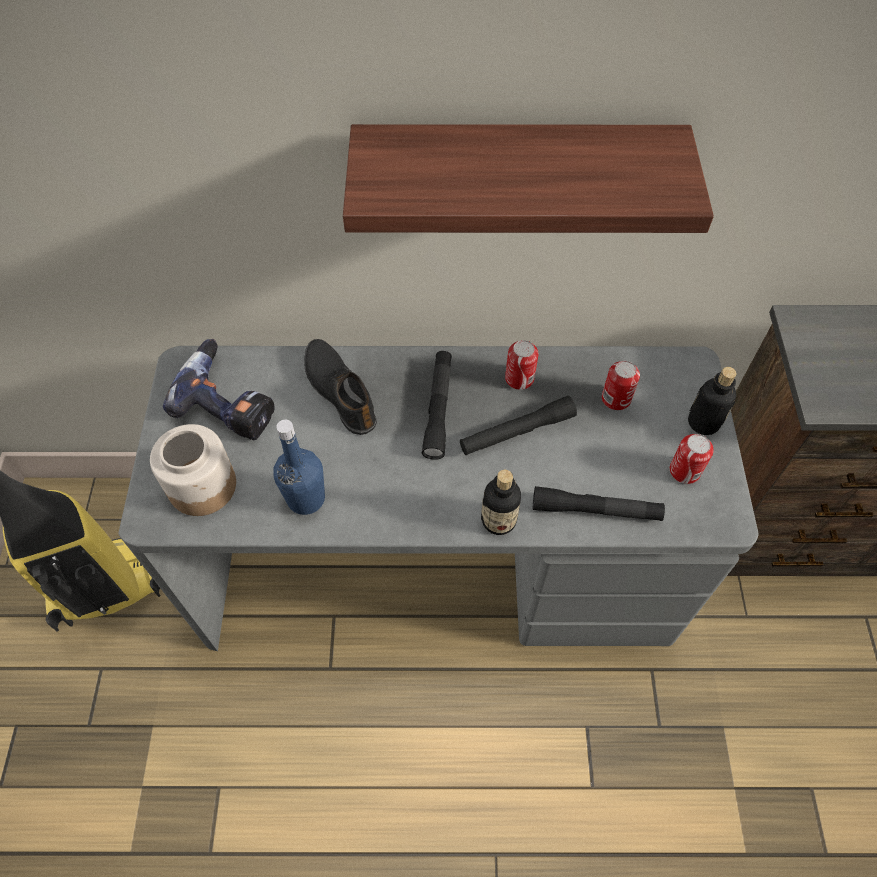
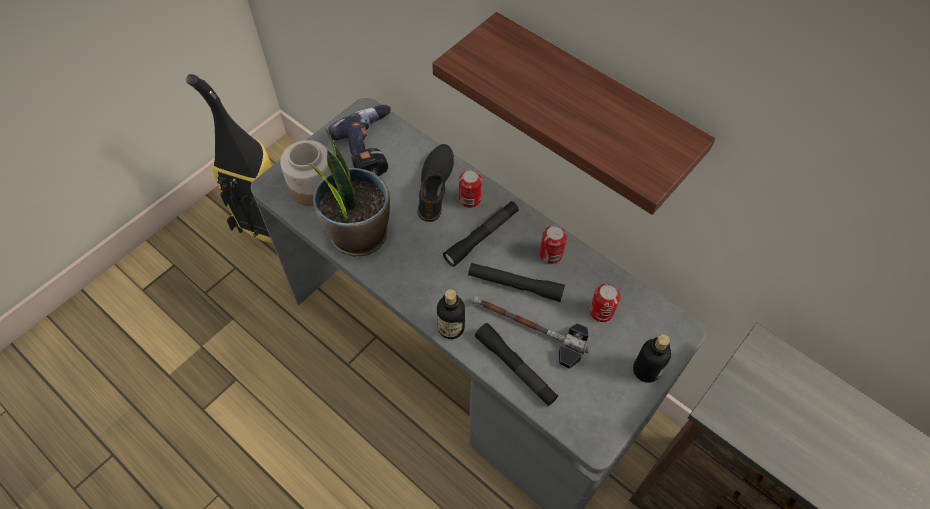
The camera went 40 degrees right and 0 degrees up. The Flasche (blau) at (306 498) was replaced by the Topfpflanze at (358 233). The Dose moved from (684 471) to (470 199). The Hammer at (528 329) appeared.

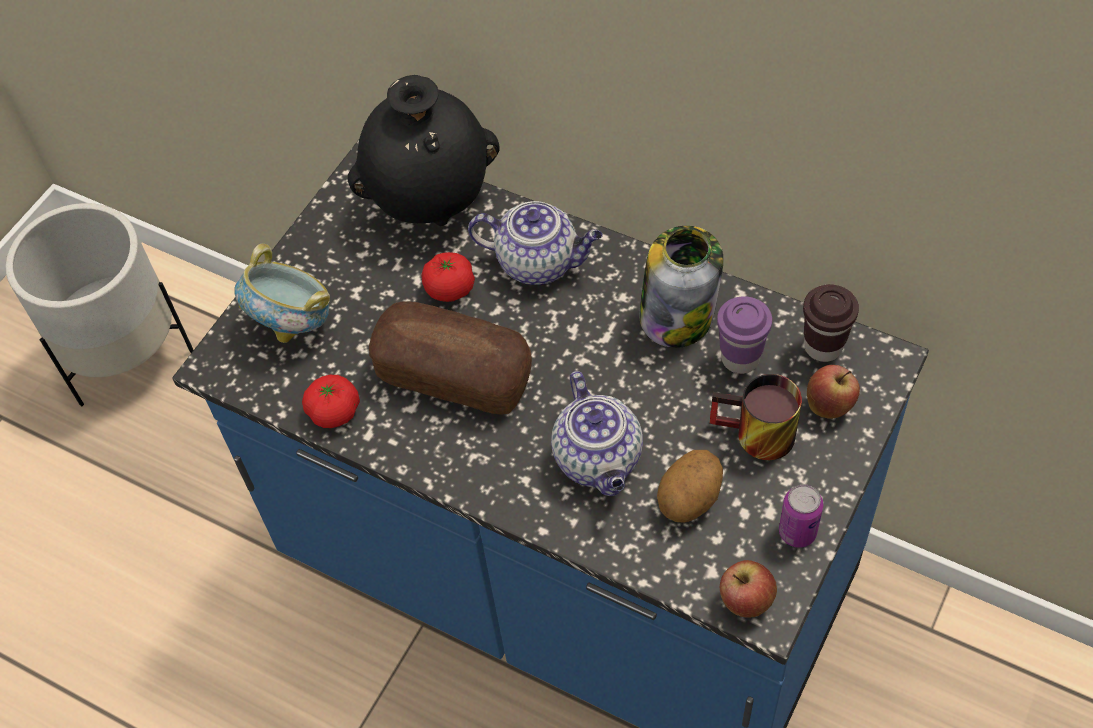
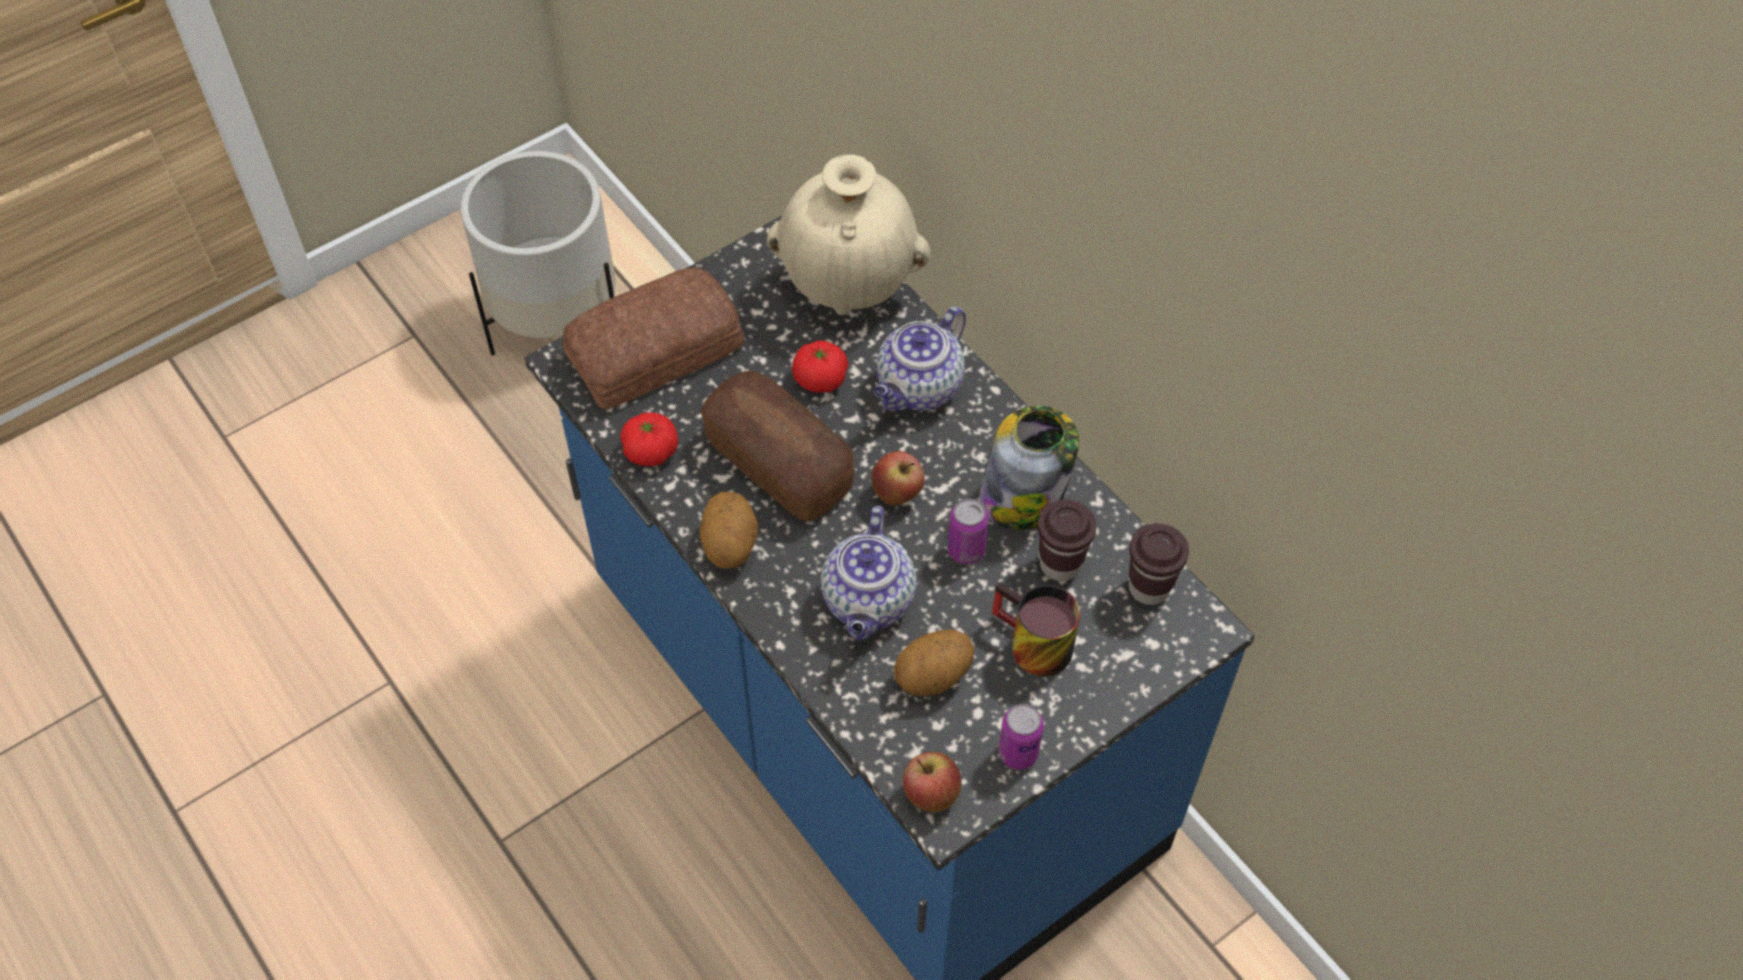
The camera went 20 degrees right and 0 degrees up. The Schüssel at (293 323) was replaced by the Brot at (658 352). The Kartoffel at (731 545) appeared. The Vase (schwarz) at (432 202) became the Vase (beige) at (849 288). The Apfel moved from (829 406) to (897 494). The Teekanne at (539 262) turned 90 degrees clockwise. The Dose at (966 550) appeared. The Tasse (lila) at (740 358) became the Tasse (braun) at (1060 564).

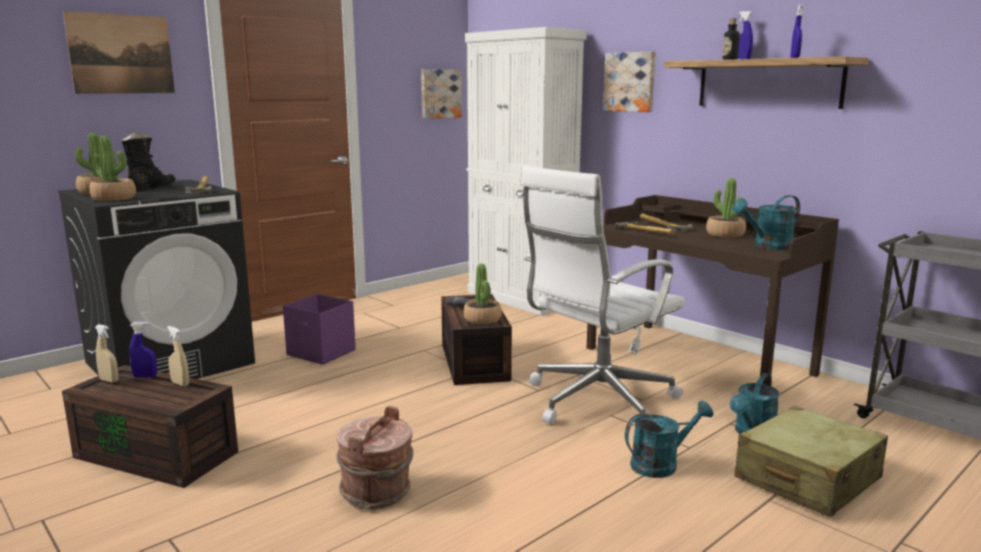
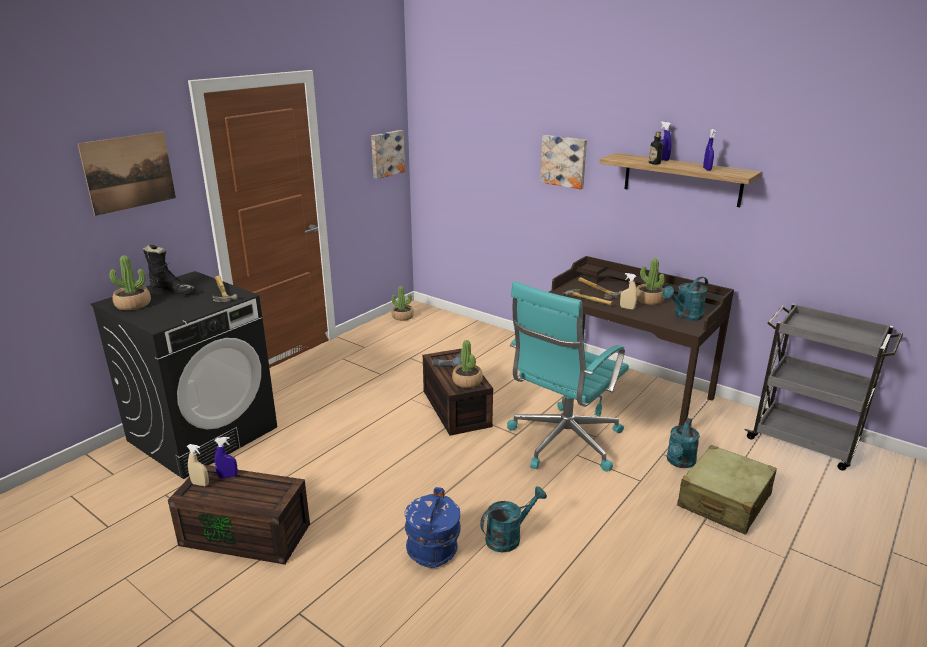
The camera went 10 degrees left and 10 degrees up. The Stiefel (schwarz) at (151 187) turned 105 degrees clockwise. The Topfpflanze moved from (114 198) to (402 317). The Eimer (braun) at (377 492) became the Eimer (blau) at (433 550). The Gießkanne (türkis) moved from (661 464) to (508 537). The Bürostuhl (weiß) at (596 402) became the Bürostuhl (türkis) at (562 442). The Sprühflasche (beige) moved from (180 383) to (627 308). The Aufbewahrungsbox (lila) at (321 353) disappeared. The Schrank (weiß) at (521 298) disappeared.

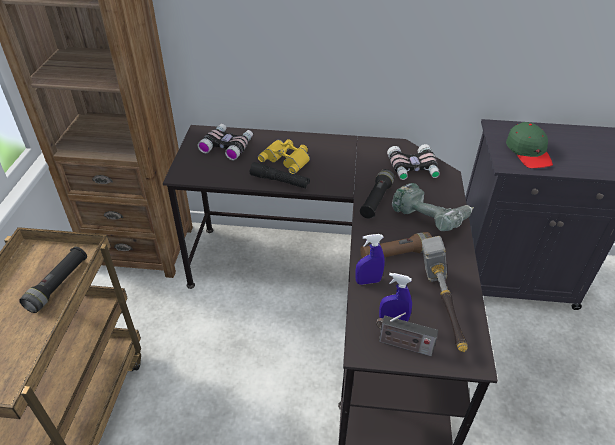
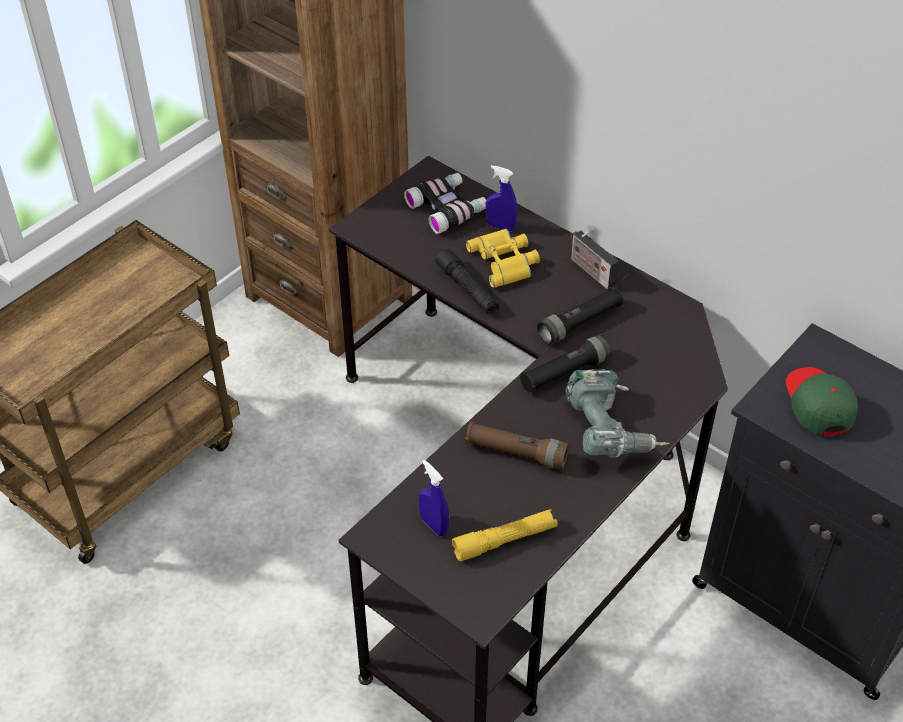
The camera went 35 degrees right and 5 degrees up. The Hammer at (441 307) was replaced by the Taschenlampe (gelb) at (505 540). The Sprühflasche (blau) moved from (368 281) to (500 226). The Taschenlampe (schwarz) moved from (58 285) to (580 323). The Radio moved from (402 345) to (590 271). The Kappe (grün) at (528 152) turned 150 degrees clockwise. The Fernglas at (413 169) disappeared.

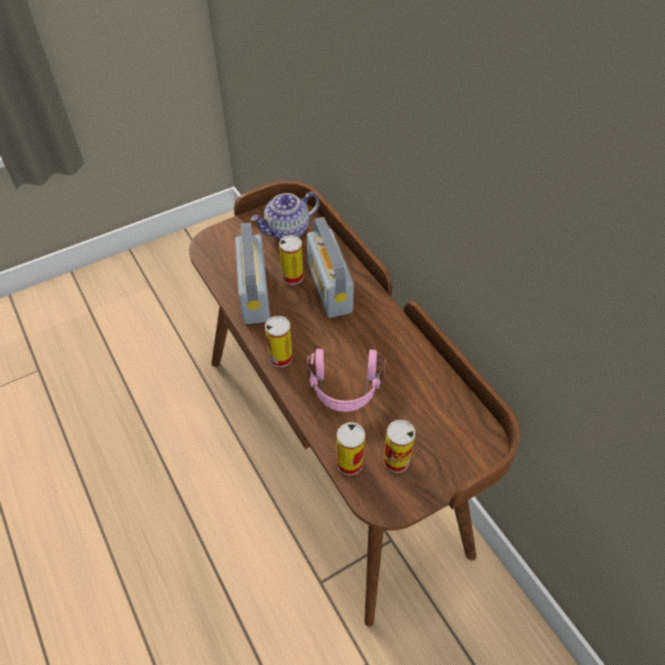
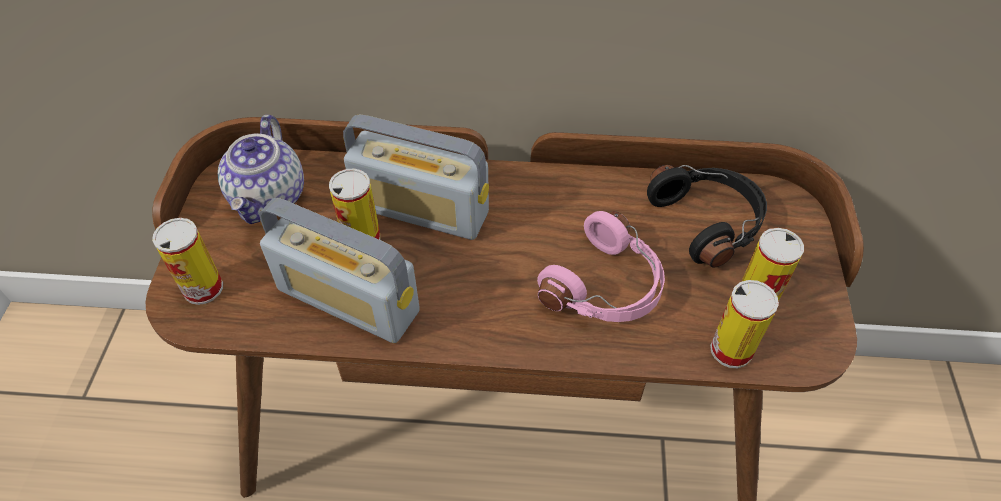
The camera went 55 degrees left and 0 degrees up. The Dose moved from (280 357) to (203 288). The Kopfhörer (schwarz) at (708 222) appeared.

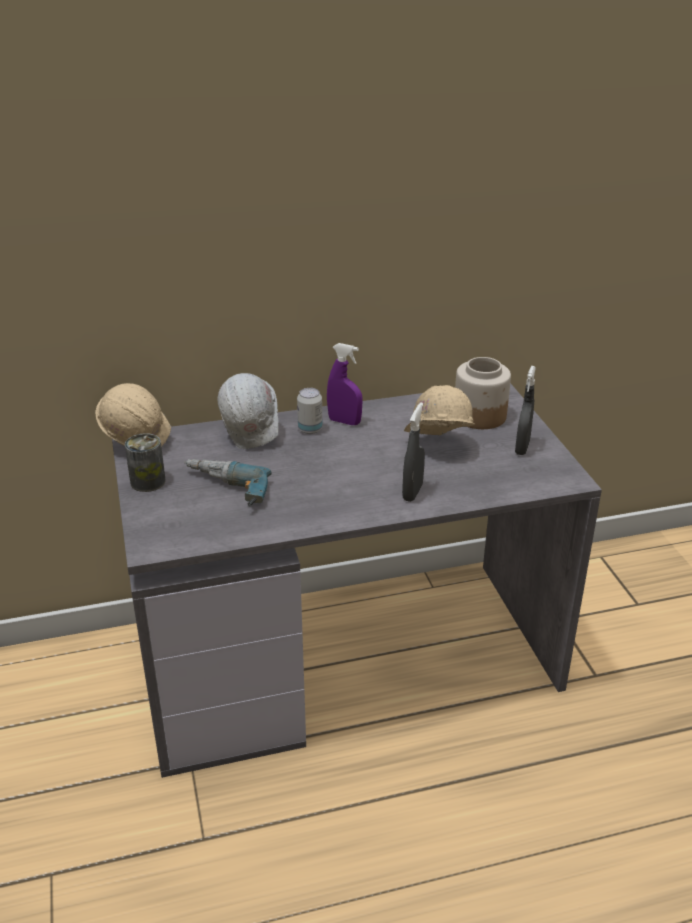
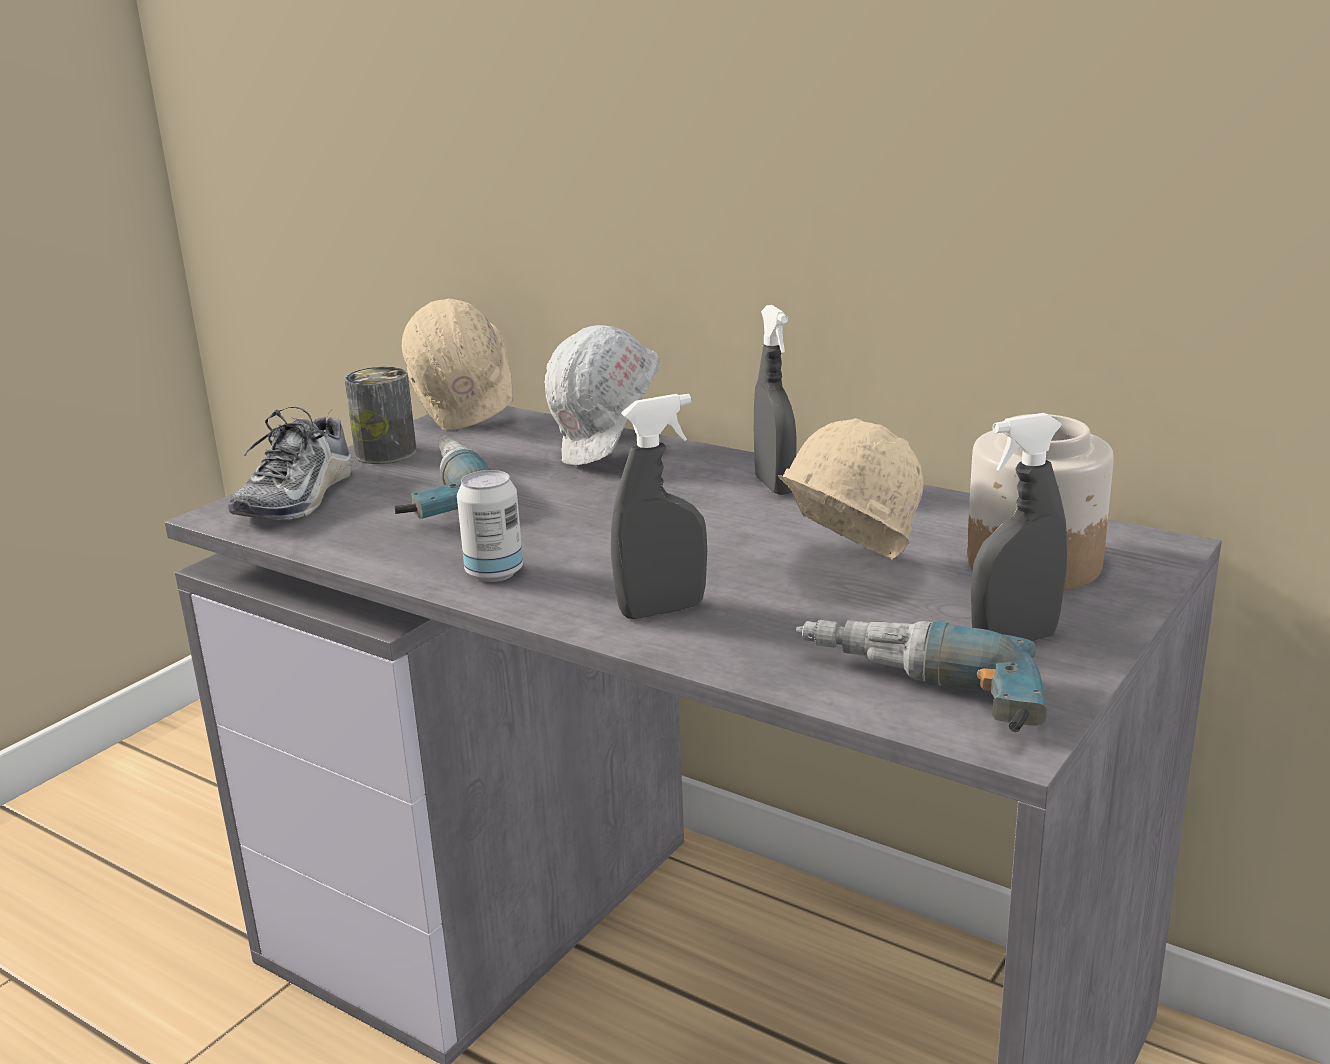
The camera went 50 degrees right and 10 degrees down. The Schuh at (298 497) appeared. The Dose moved from (310 429) to (494 573). The Sprühflasche (lila) at (344 421) became the Sprühflasche (grau) at (774 486). The Bohrmaschine at (912 698) appeared.

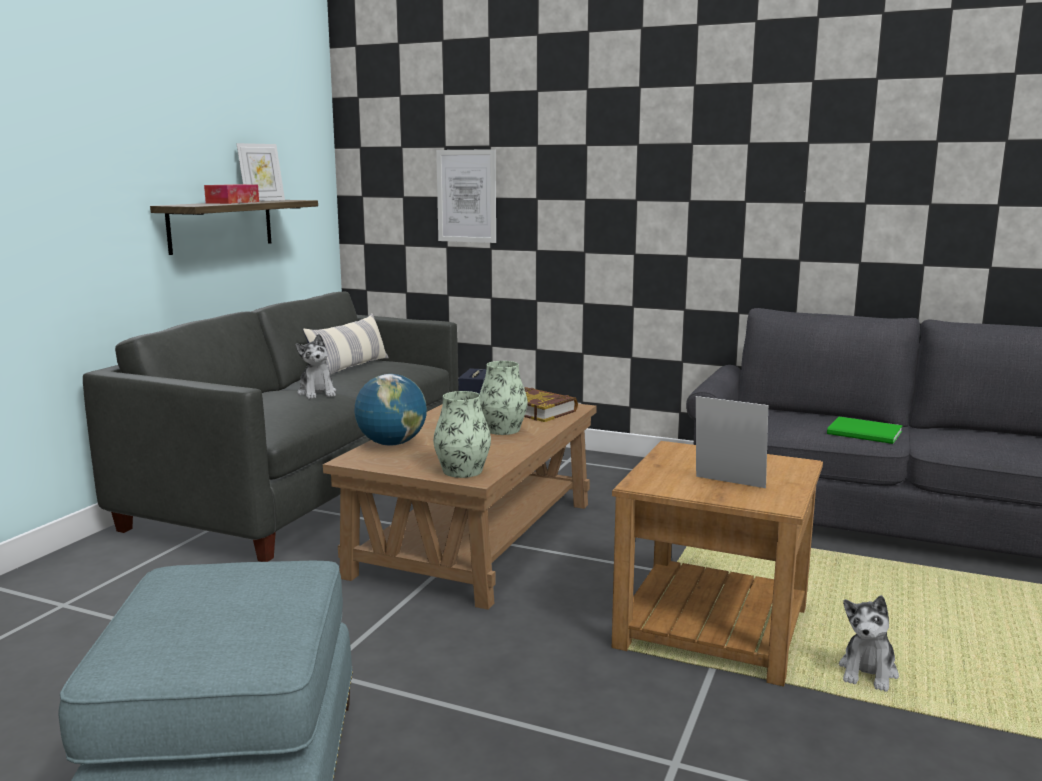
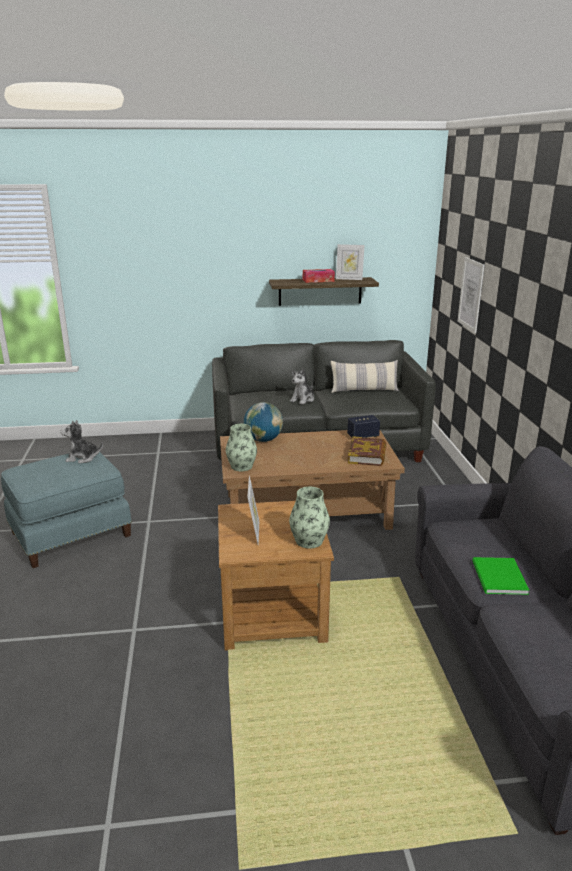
The camera went 60 degrees right and 10 degrees up. The Plüschtier moved from (868 672) to (82 458). The Vase moved from (502 430) to (309 540).

